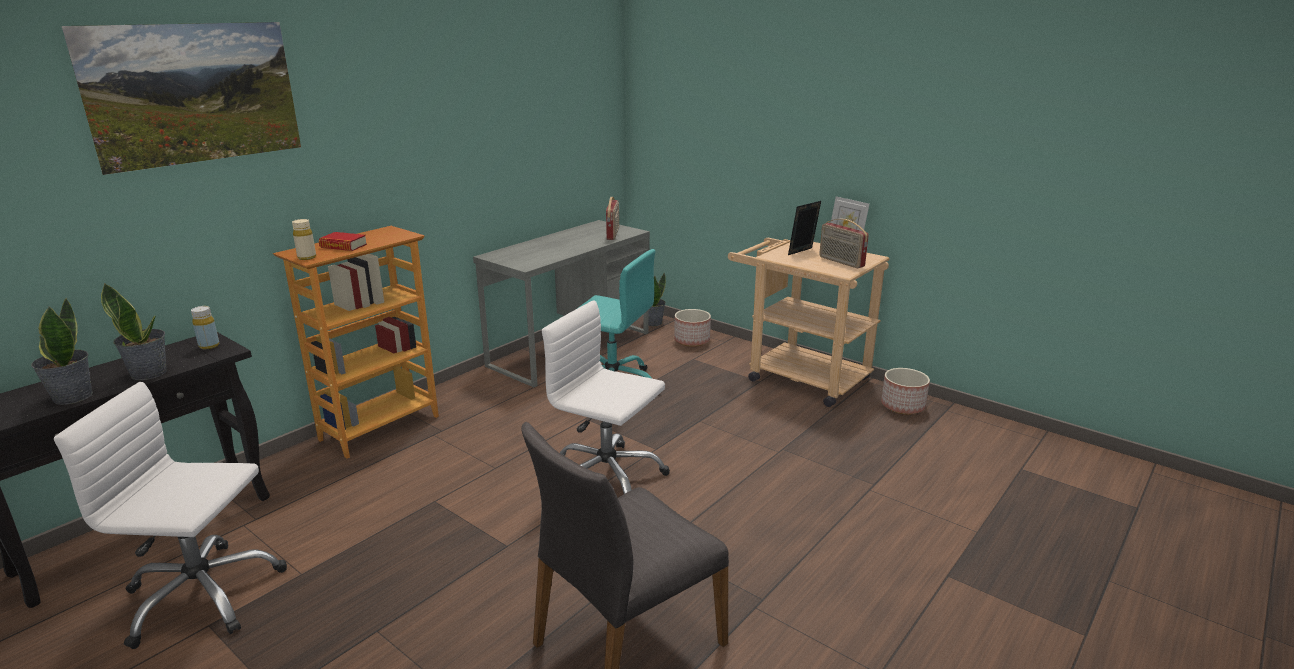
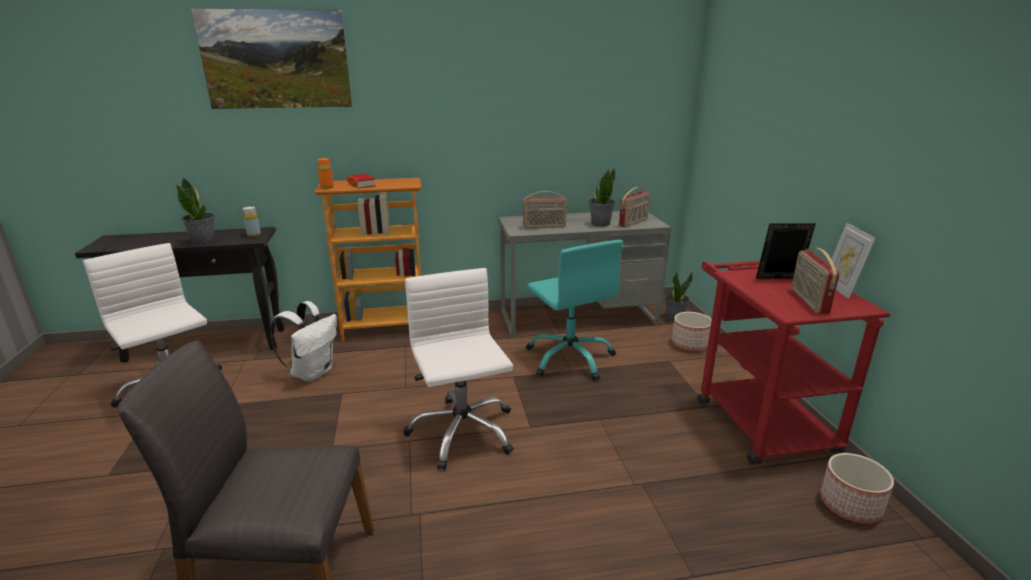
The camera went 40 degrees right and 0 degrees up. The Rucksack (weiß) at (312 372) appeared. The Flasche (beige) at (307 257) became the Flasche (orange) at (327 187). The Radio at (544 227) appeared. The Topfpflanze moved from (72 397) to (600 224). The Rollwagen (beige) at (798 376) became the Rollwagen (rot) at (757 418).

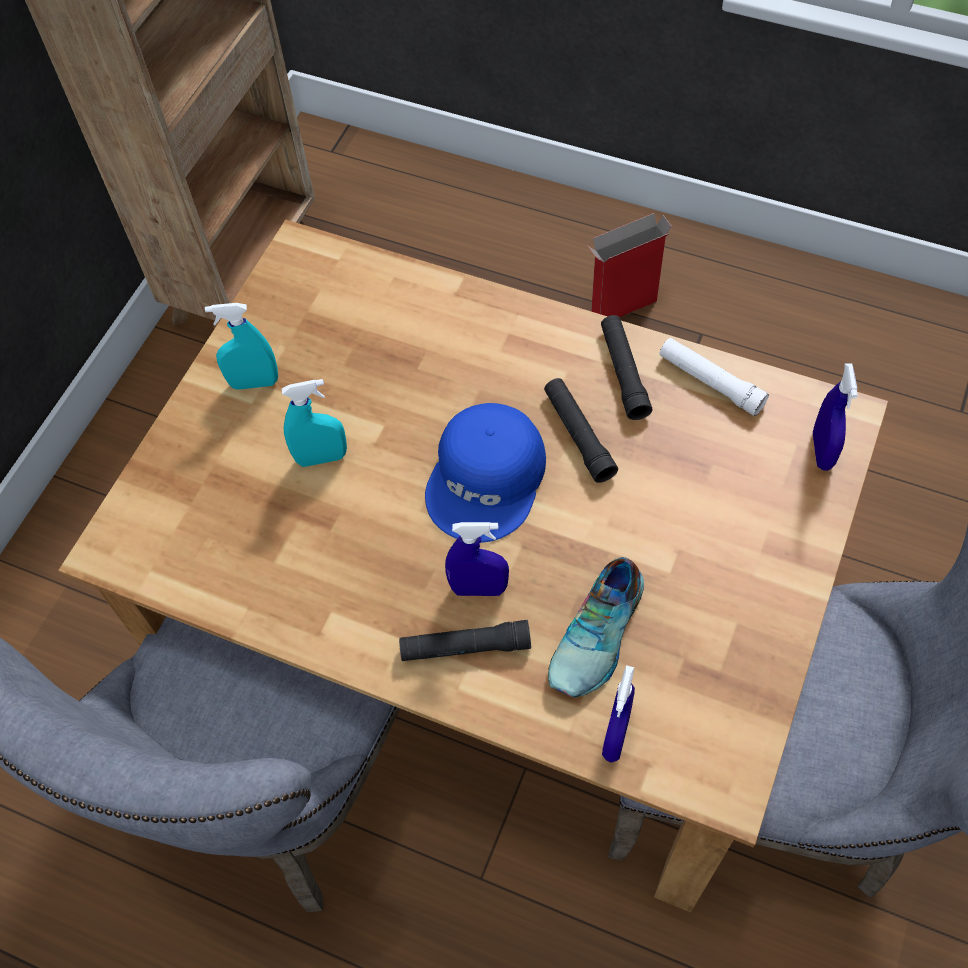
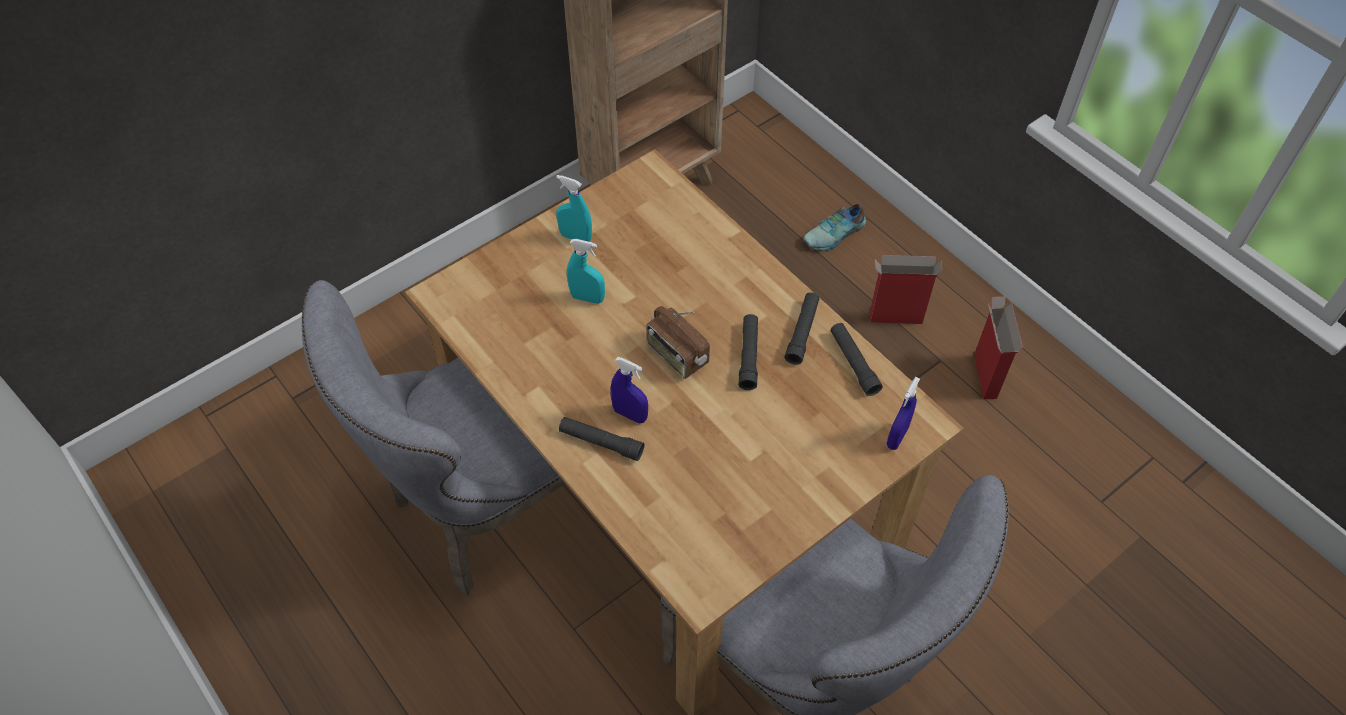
The camera went 25 degrees right and 5 degrees down. The Kappe (blau) at (488 479) was replaced by the Radio at (676 356). The Schuh moved from (600 634) to (835 234). The Taschenlampe (weiß) at (710 382) became the Taschenlampe (schwarz) at (853 363). The Karton at (984 375) appeared. The Sprühflasche (blau) at (615 736) disappeared.

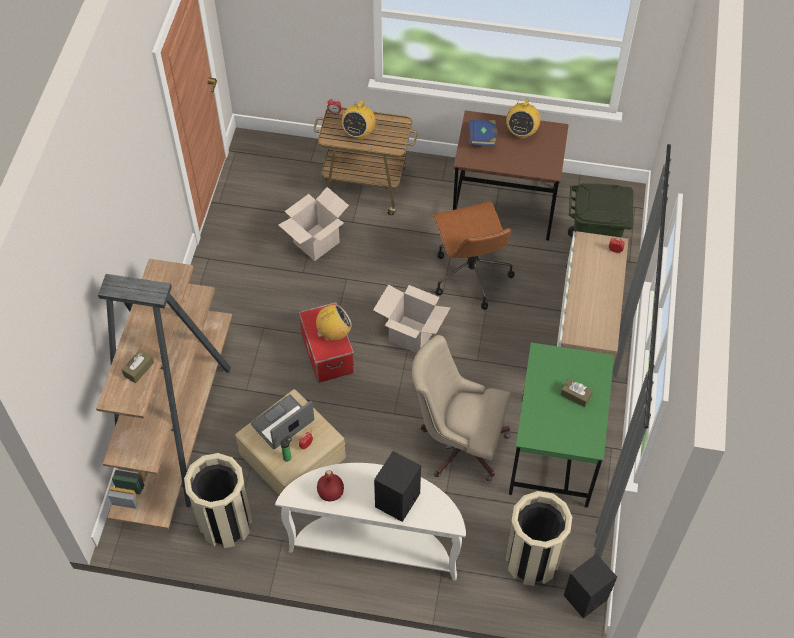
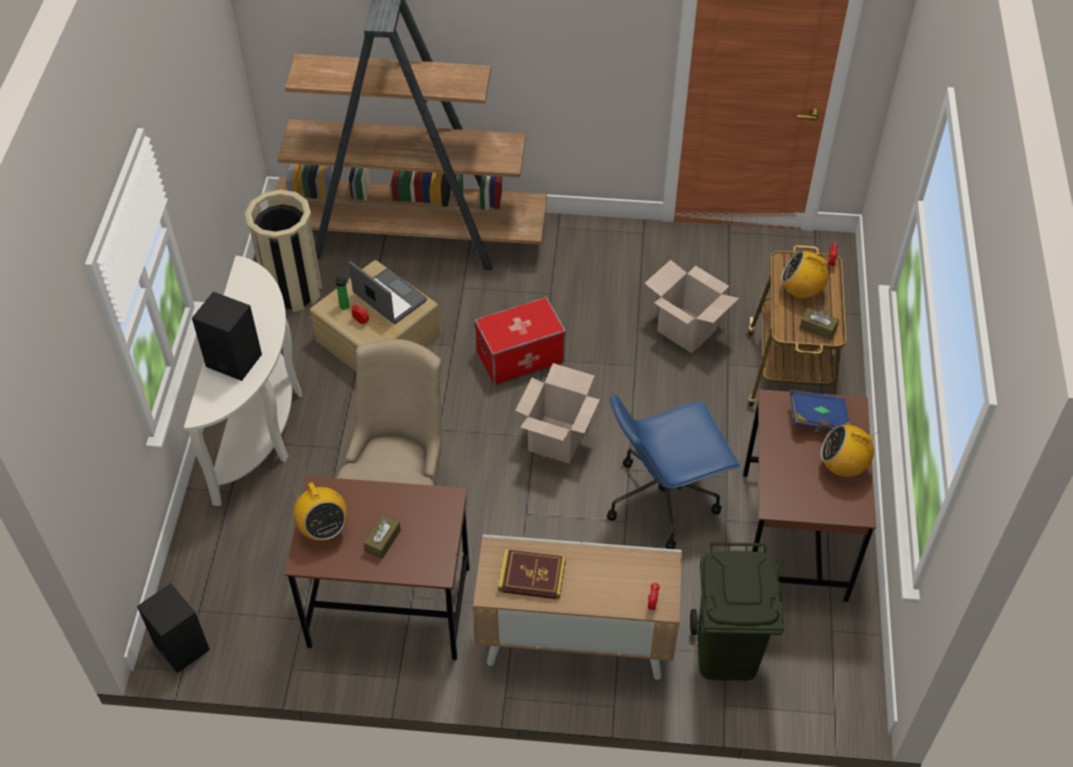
The camera went 85 degrees right and 5 degrees down. The Schreibtisch (grün) at (554 452) became the Schreibtisch (braun) at (389 607). The Radio moved from (334 333) to (323 529). The Buch at (532 576) appeared. The Bürostuhl (braun) at (470 275) became the Bürostuhl (blau) at (664 499). The Taschentuchbox (braun) moved from (139 369) to (818 328). The Flasche (rot) at (330 493) disappeared. The Mülleimer (beige) at (532 560) disappeared.

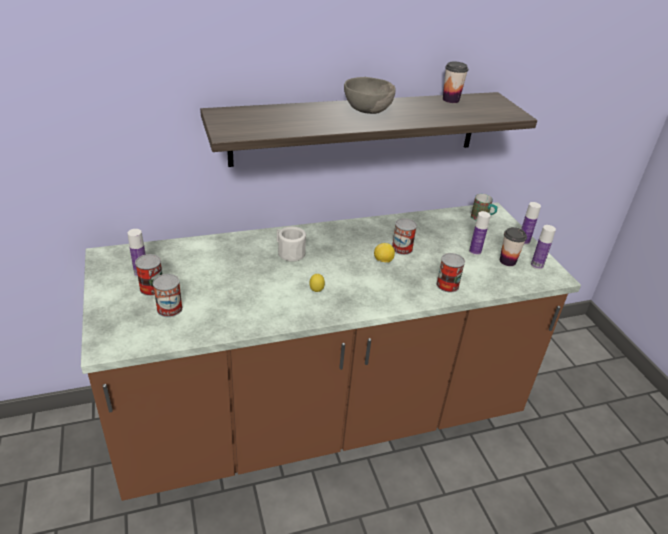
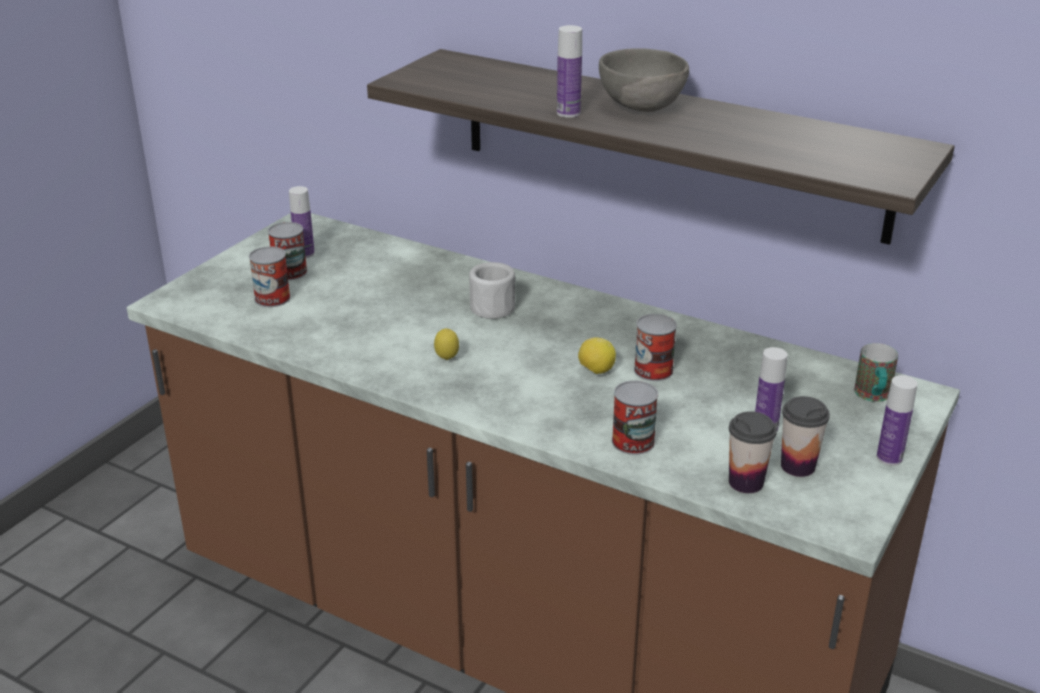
The camera went 50 degrees right and 5 degrees down. The Flasche moved from (537 265) to (568 113). The Tasse moved from (450 100) to (746 482).

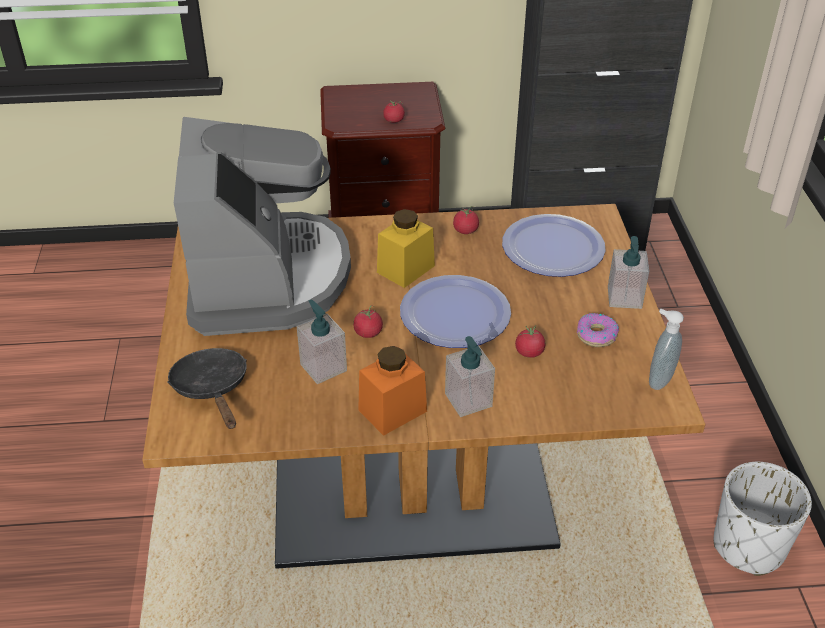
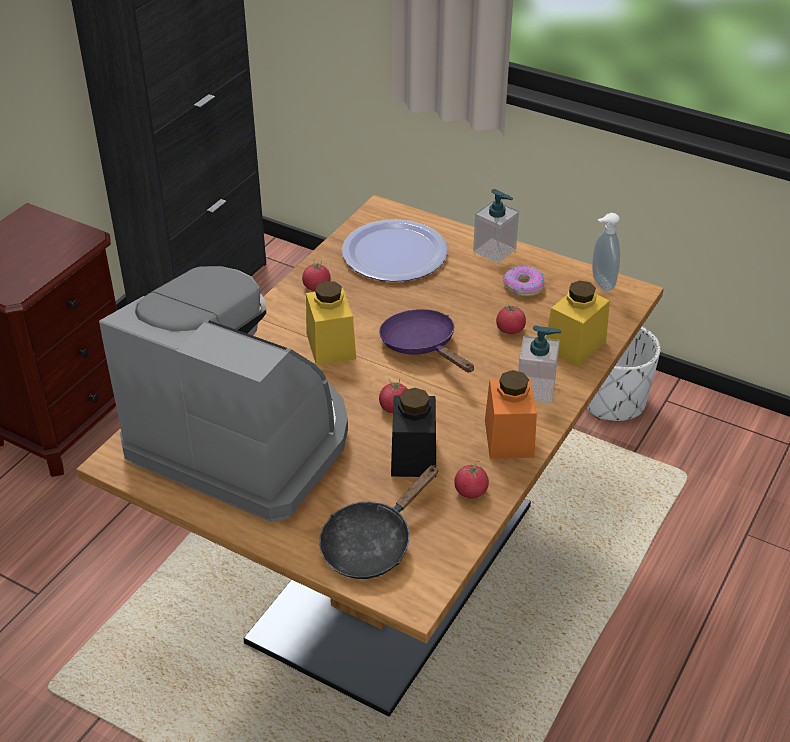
The camera went 55 degrees left and 0 degrees up. The Pfanne (schwarz) at (212 389) turned 60 degrees counterclockwise. The Teller at (455 314) was replaced by the Pfanne (lila) at (422 346). The Seifenspender at (323 367) was replaced by the Vorratsglas (schwarz) at (413 456). The Tomate moved from (394 120) to (471 491). The Vorratsglas (gelb) at (575 345) appeared.

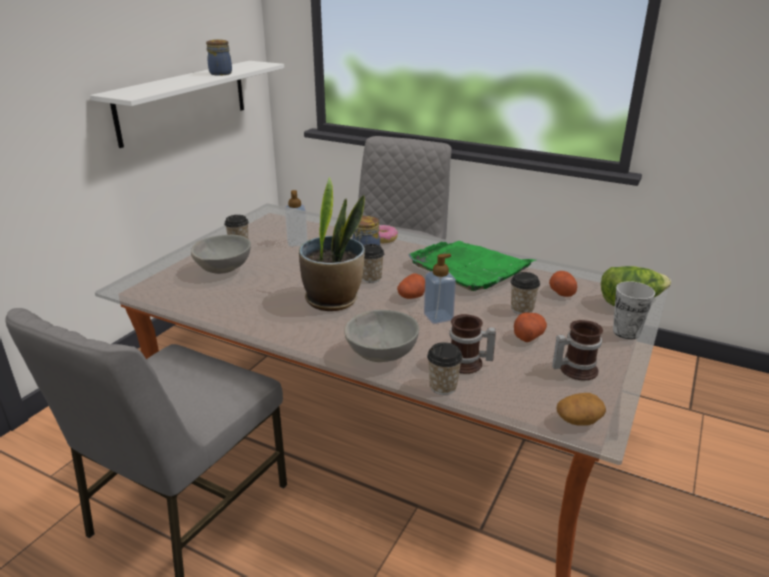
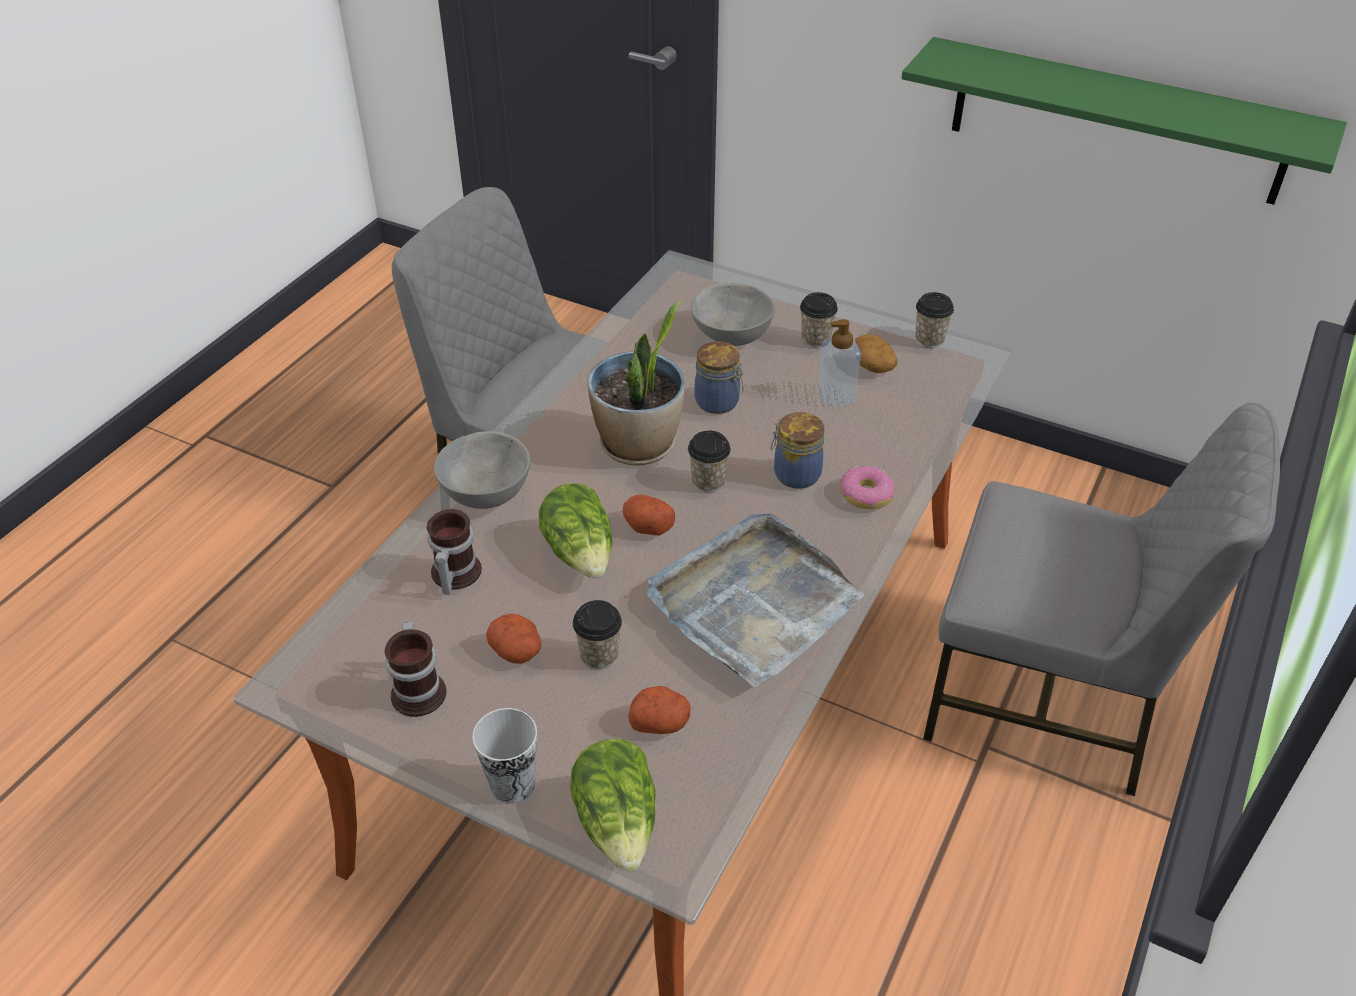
The camera went 90 degrees right and 15 degrees up. The Seifenspender at (438 317) was replaced by the Salatkopf at (581 553). The Tablett (grün) at (469 267) became the Tablett (grau) at (753 603). The Vorratsglas moved from (221 73) to (719 402). The Kartoffel moved from (579 420) to (872 365). The Wandregal (weiß) at (183 101) became the Wandregal (grün) at (1117 121). The Tasse moved from (443 387) to (929 340).

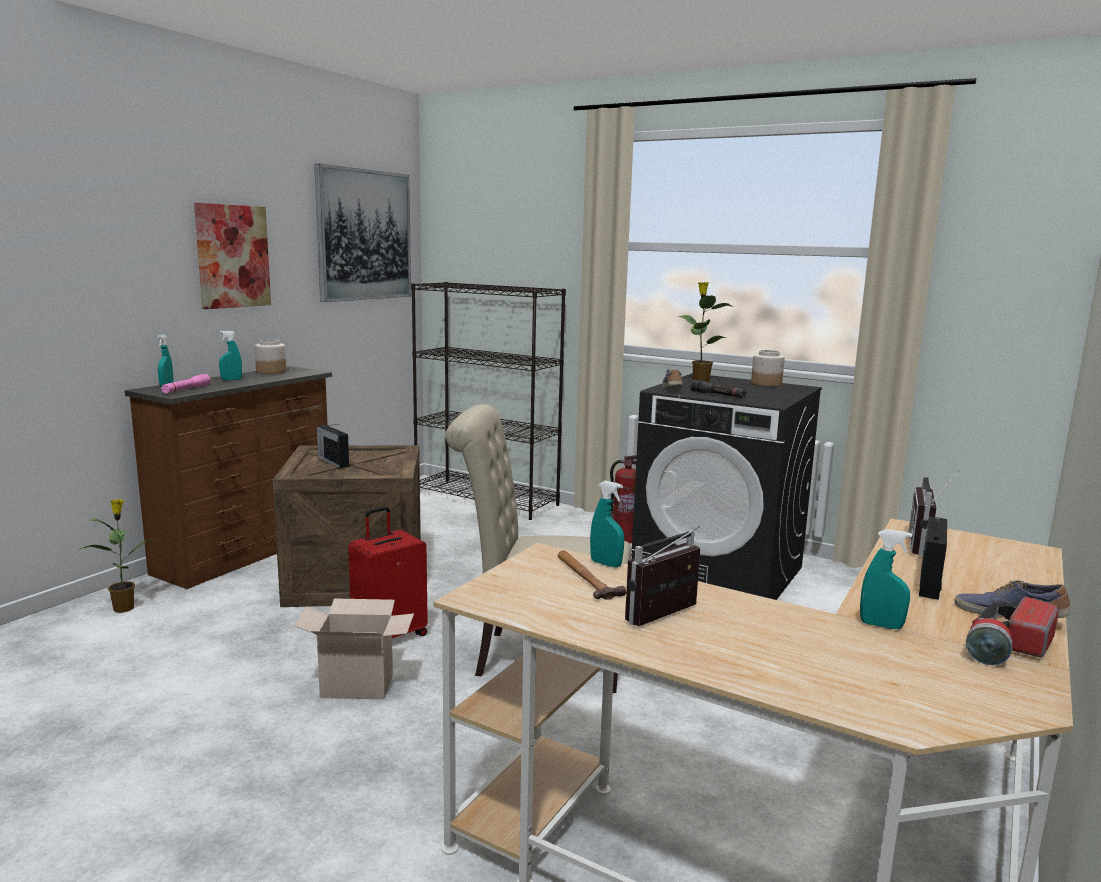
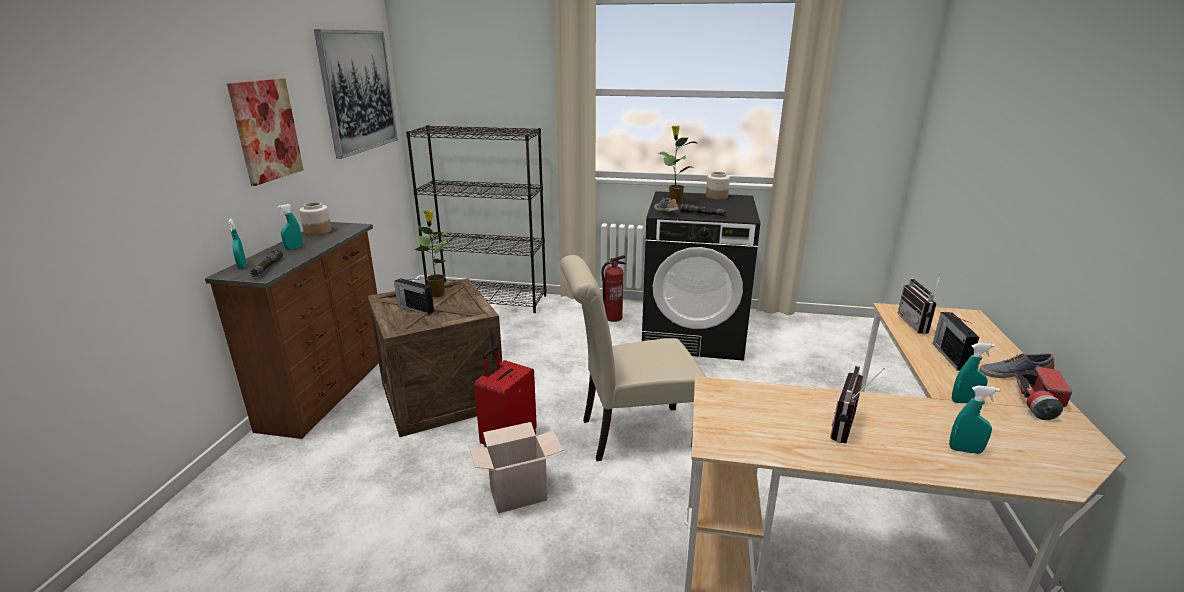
The camera went 20 degrees left and 10 degrees up. The Taschenlampe (rosa) at (186 389) became the Taschenlampe (schwarz) at (267 268). The Topfpflanze moved from (124 608) to (437 294). The Sprühflasche (türkis) moved from (606 564) to (965 450). The Hammer at (585 577) disappeared.

